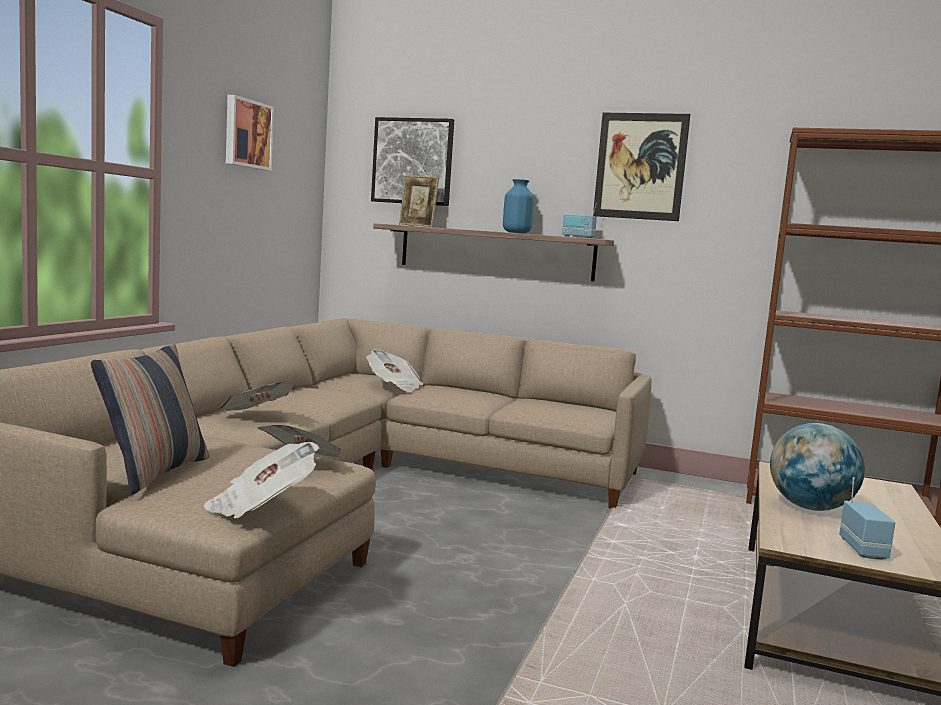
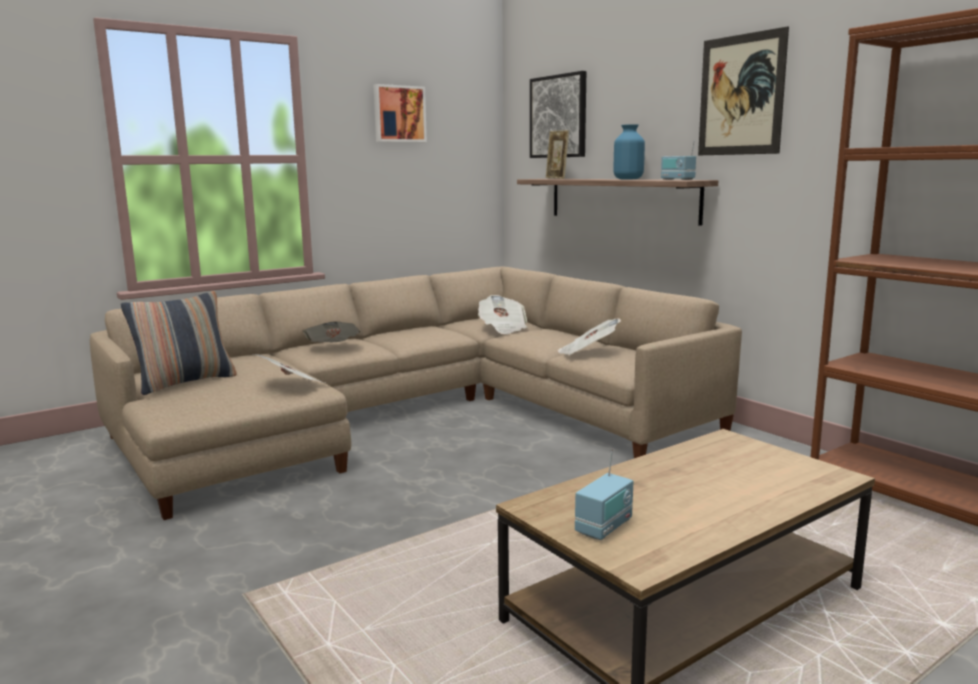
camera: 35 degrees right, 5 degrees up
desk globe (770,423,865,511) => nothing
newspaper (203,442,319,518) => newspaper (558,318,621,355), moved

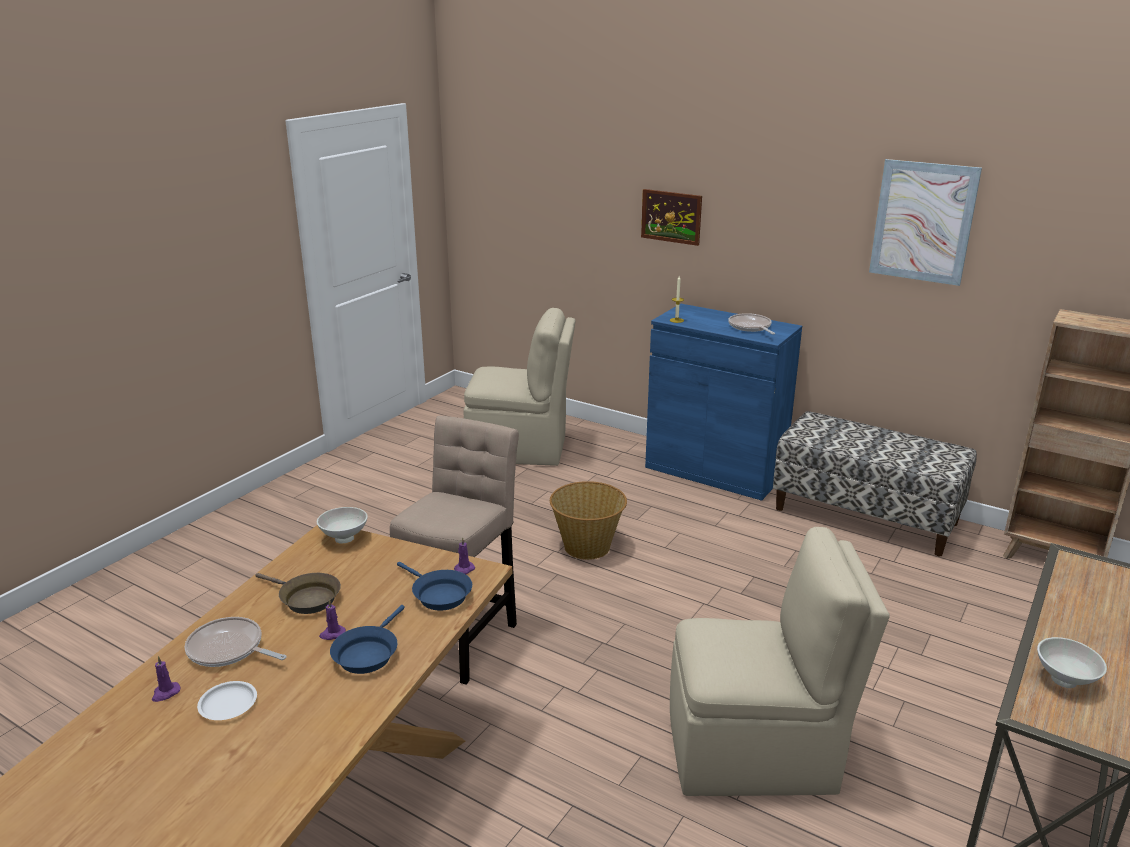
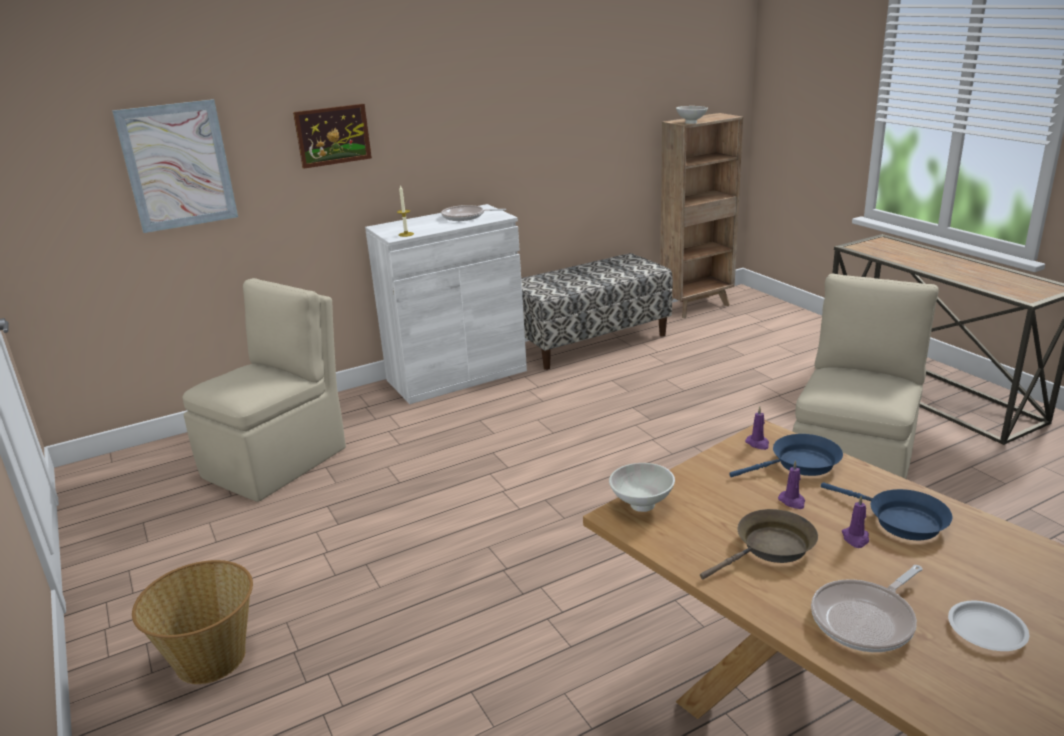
camera: 60 degrees left, 0 degrees up
wall art (869,159,982,286) => wall art (112,99,238,233), moved
blue-coloured cabinet (645,304,802,501) => whitish cabinet (365,204,527,404)
beige-coloured stool seat (390,416,519,685) => nothing
household basket (550,481,627,560) => household basket (132,560,253,684), moved
whitish serving bowl (1037,637,1107,688) => whitish serving bowl (676,106,708,124), moved
purple-coloured wax light (152,656,180,702) => purple-coloured wax light (778,460,805,509), moved

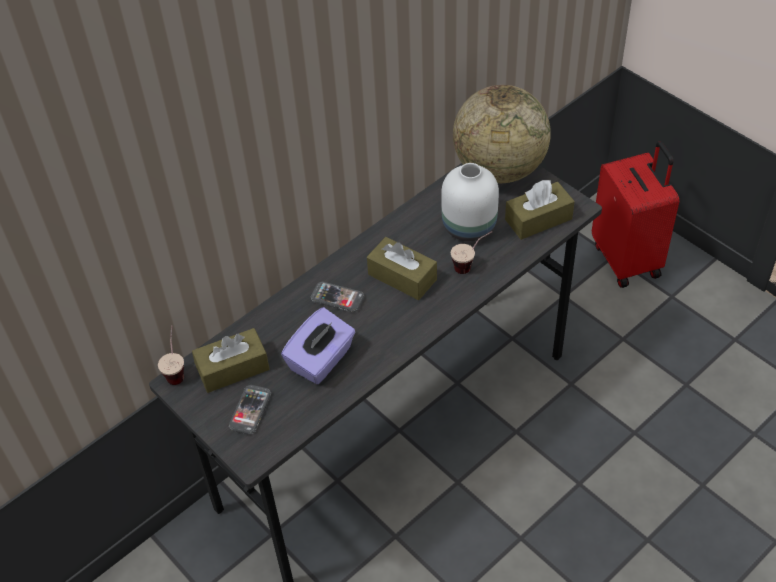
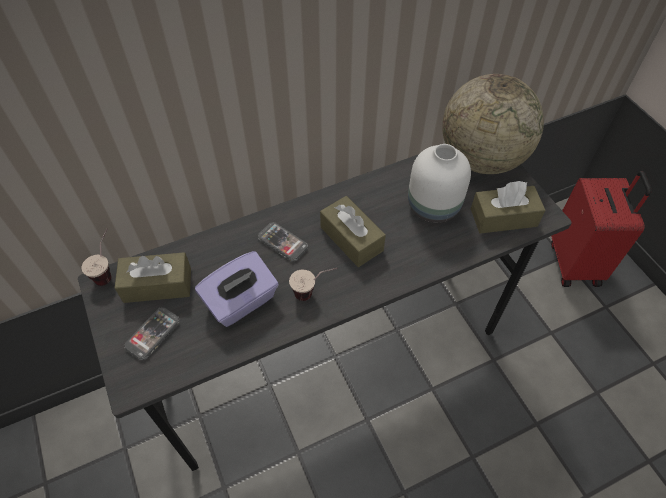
camera: 15 degrees right, 5 degrees up
cup (451,231,492,274) => cup (289,268,337,301), moved

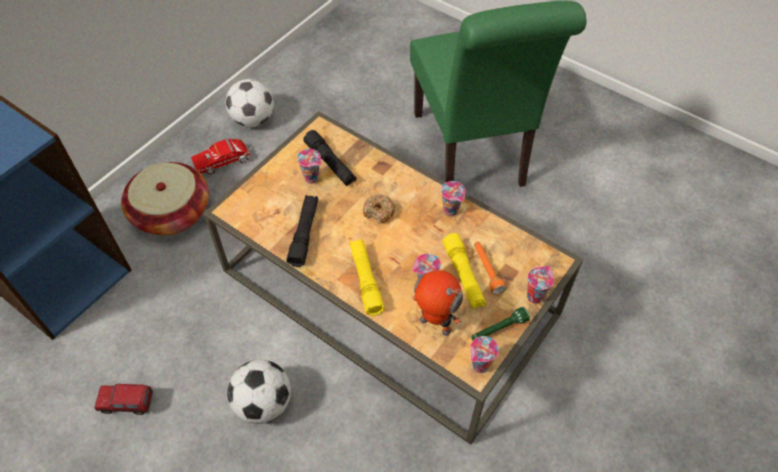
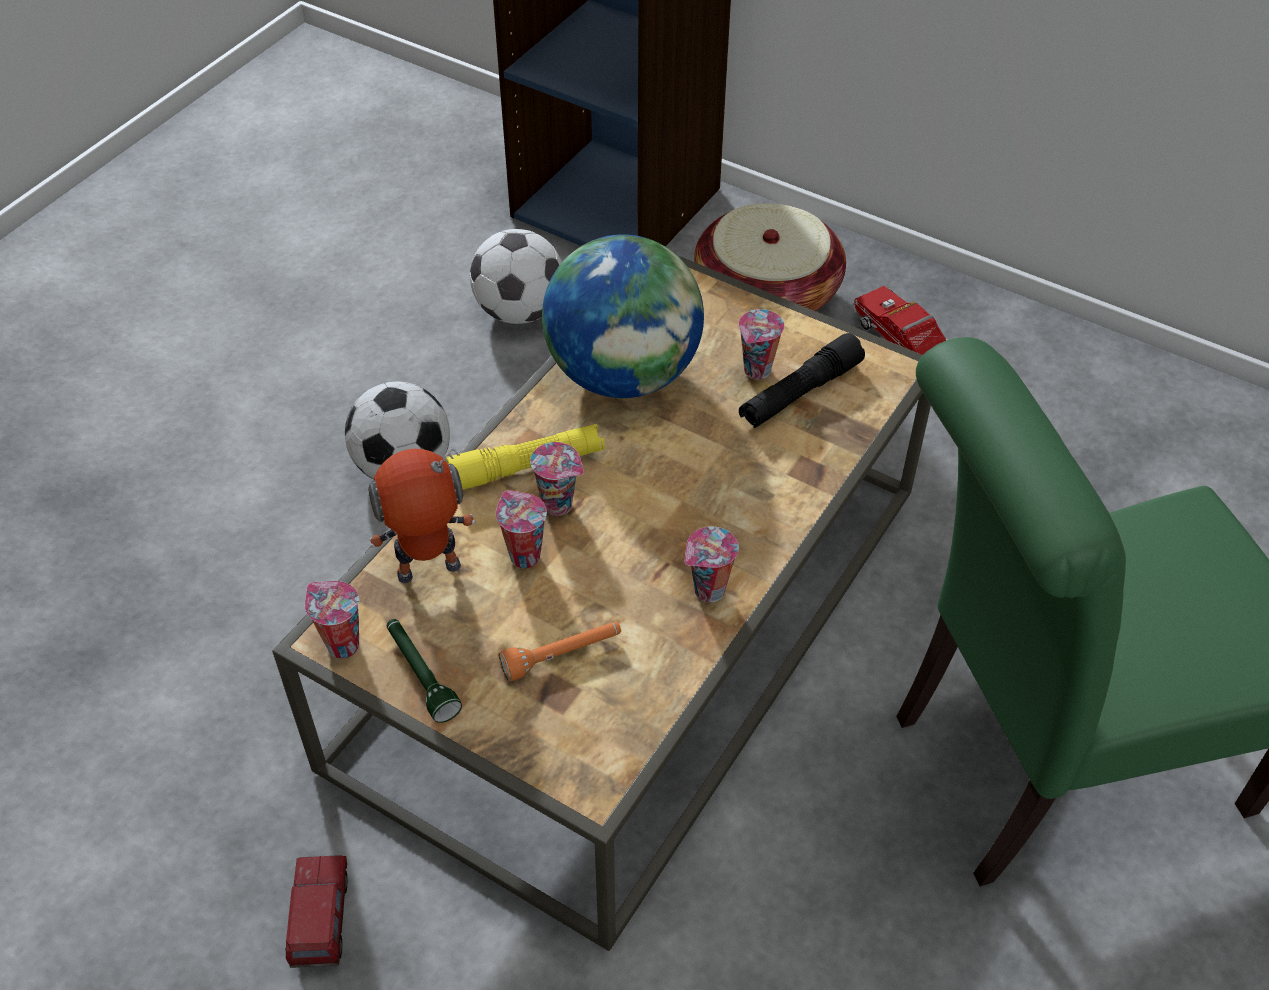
camera: 85 degrees right, 5 degrees down
football (225,79,274,127) => football (470,229,562,324), moved
doughnut (363,194,395,224) => nothing
black flashlight (286,195,318,267) => desk globe (542,234,704,398)
yellowish flashlight (443,233,486,310) => nothing
cup (527,266,554,304) => cup (530,442,584,516), moved
toy robot (412,270,463,336) => toy robot (368,449,475,583), 135 degrees counterclockwise
toy truck (94,384,153,415) => toy truck (285,855,347,968), moved

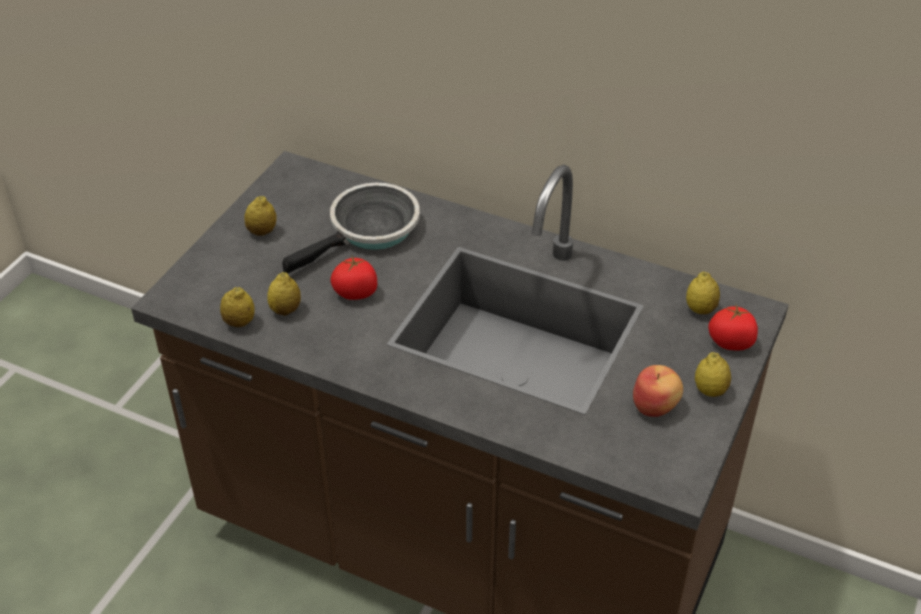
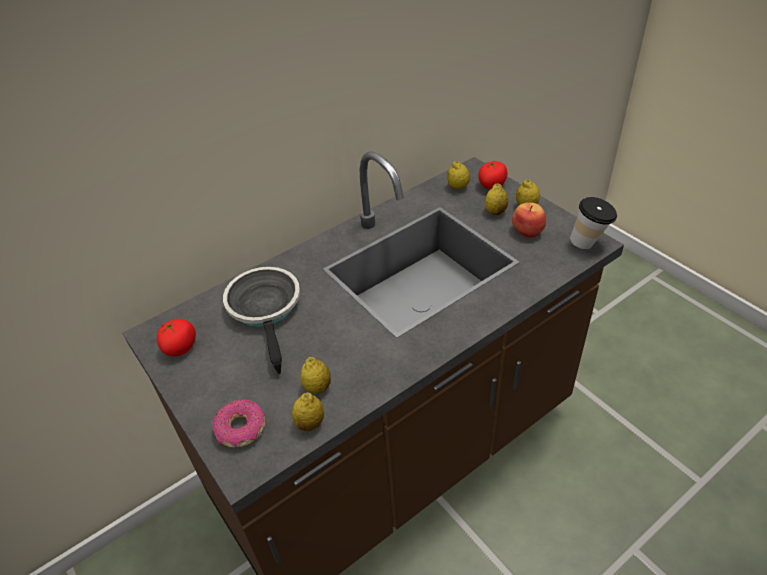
camera: 60 degrees left, 0 degrees up
whole lemon (244,196,277,236) => whole lemon (485,183,508,215), moved
tomato (330,255,377,300) => tomato (157,318,196,356), moved
nothing => cup (570,197,617,249)
nothing => doughnut (212,400,265,447)

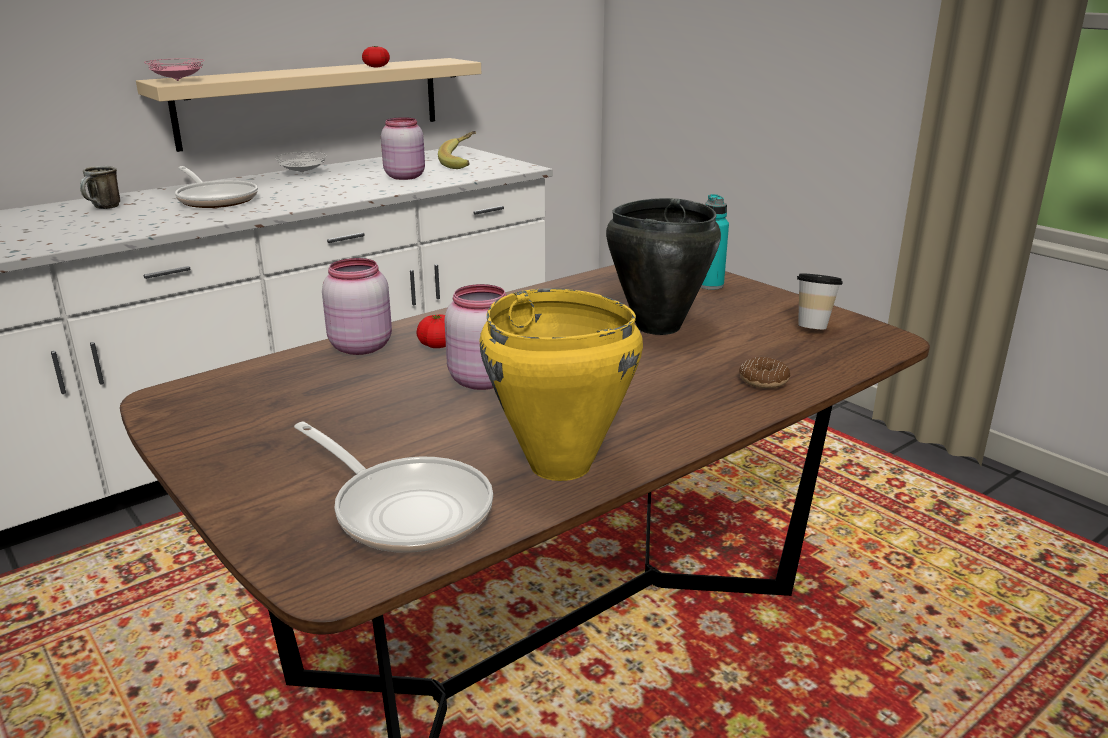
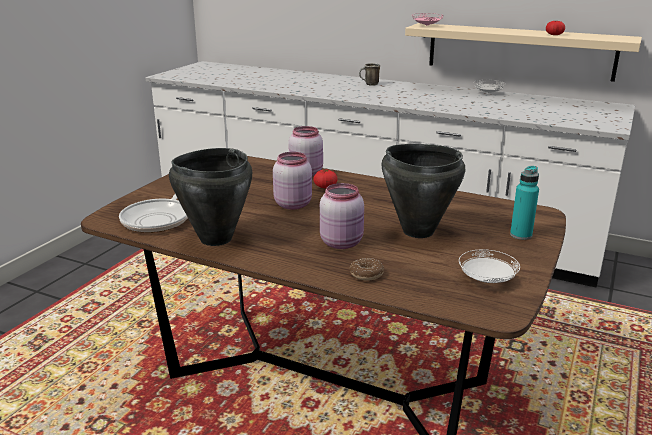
camera: 65 degrees right, 0 degrees up
pink-coloured storage jar (381,117,425,180) => pink-coloured storage jar (320,183,364,249), moved
banana fruit (438,131,476,169) => nothing
pan (175,166,258,208) => nothing
cup (797,273,843,329) => whitish flat dish (459,249,520,283)
yellowish saucepot (480,288,643,481) => black saucepot (169,148,253,246)

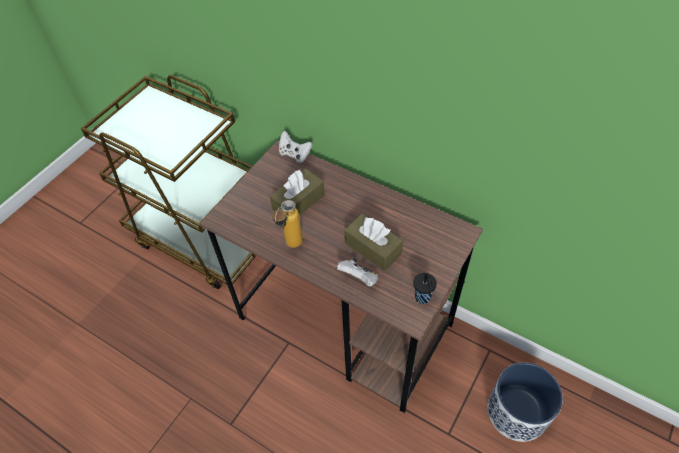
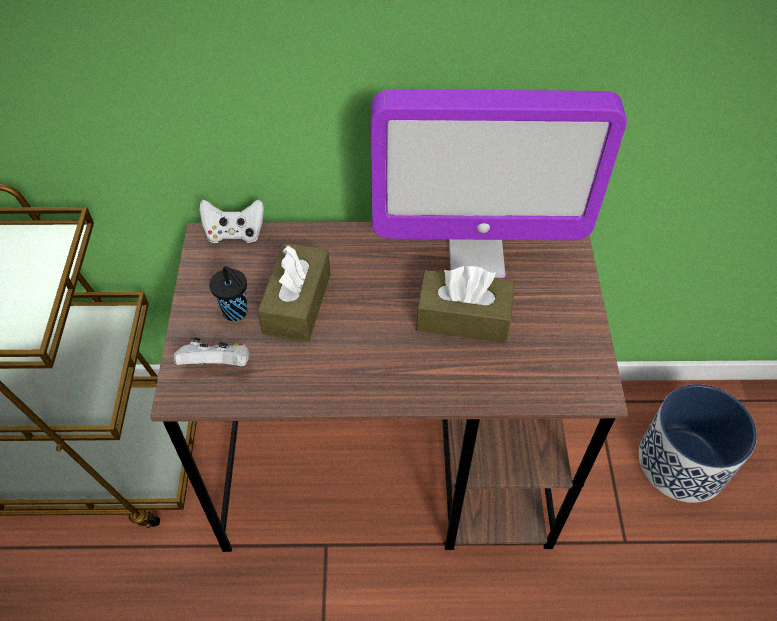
camera: 35 degrees left, 0 degrees up
drink bottle (272,200,302,248) => nothing
whitish joypad (337,258,378,287) => whitish joypad (174,338,249,366), moved
black cup (414,273,437,304) => black cup (209,266,248,321), moved
nothing => computer display (371,89,627,278)

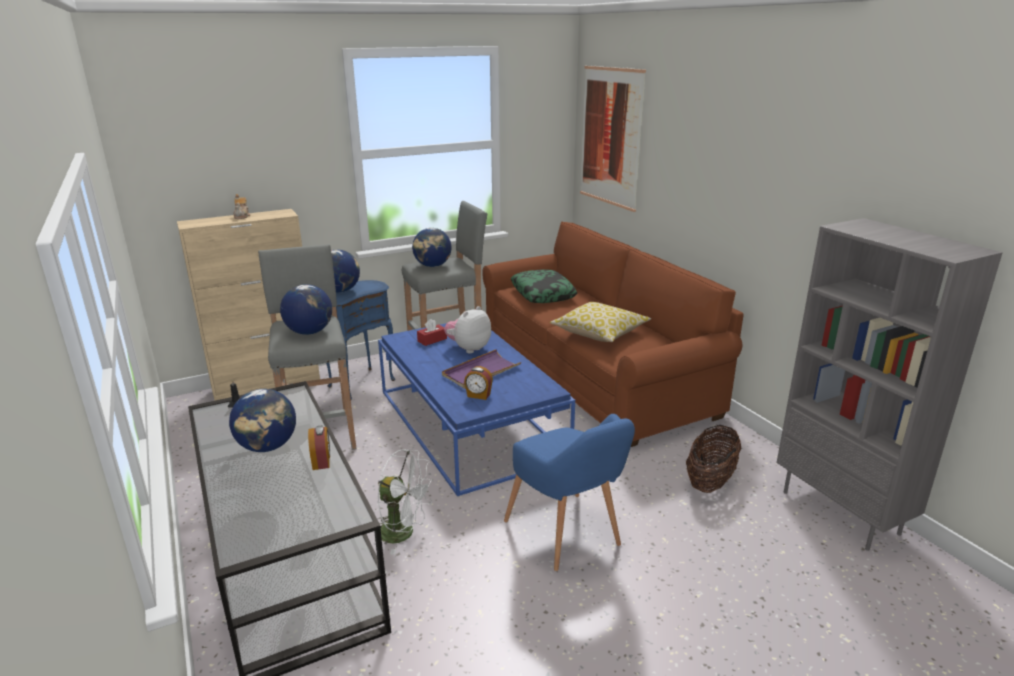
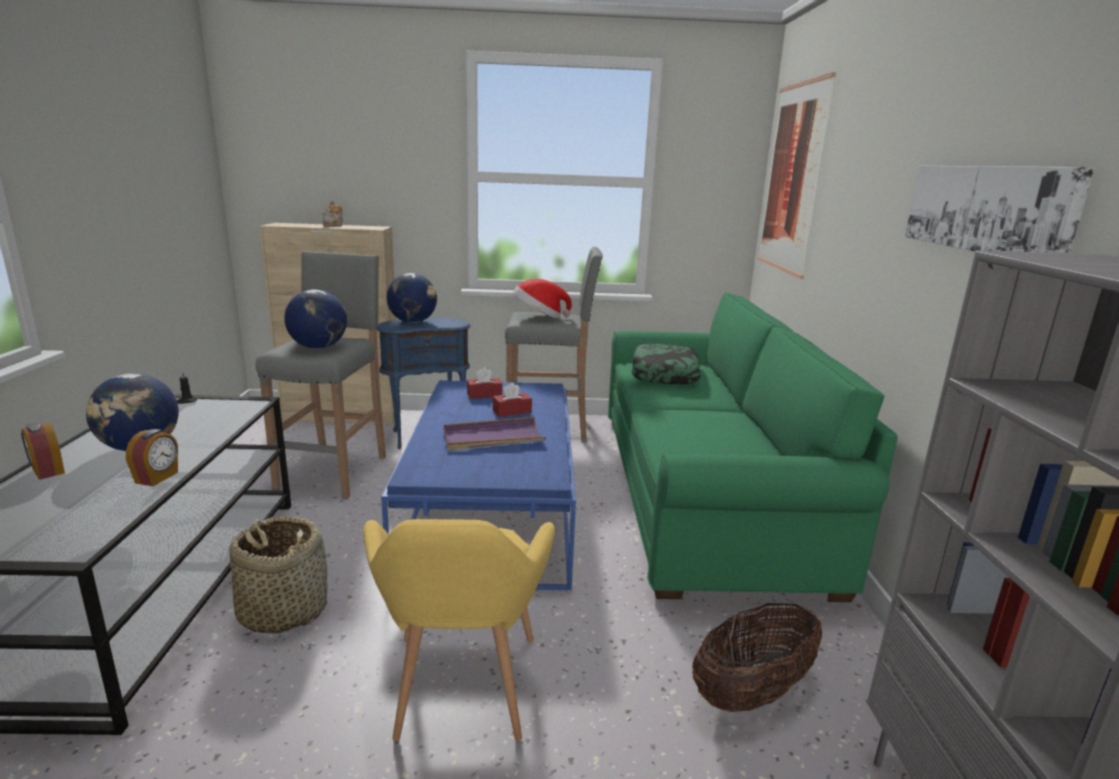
camera: 25 degrees right, 5 degrees down
brown-coloured couch (482,222,743,447) => green couch (608,292,898,602)
desk globe (412,228,451,267) => wearable hat (513,279,572,319)
cushion (550,302,651,342) => nothing
soft toy (444,306,491,354) => red tissue holder (493,383,532,417)
bedside clock (464,366,493,400) => bedside clock (21,423,65,480), moved
blue-coloured lounge chair (504,414,635,571) => yellowish lounge chair (363,519,555,741)
whitish electric fan (378,449,434,555) => household basket (229,516,327,634)
nothing => wall art (905,166,1095,253)

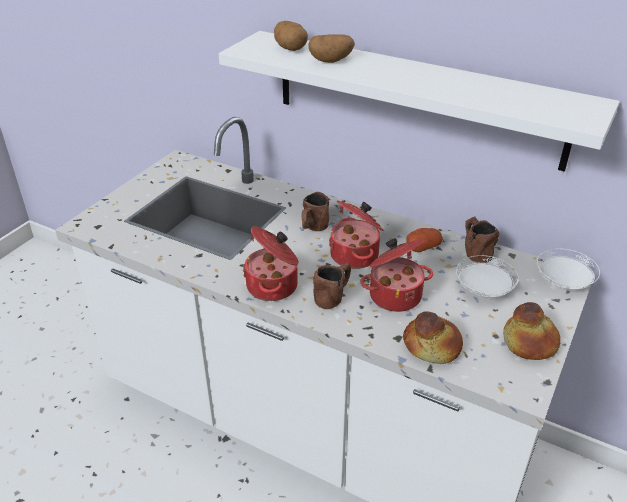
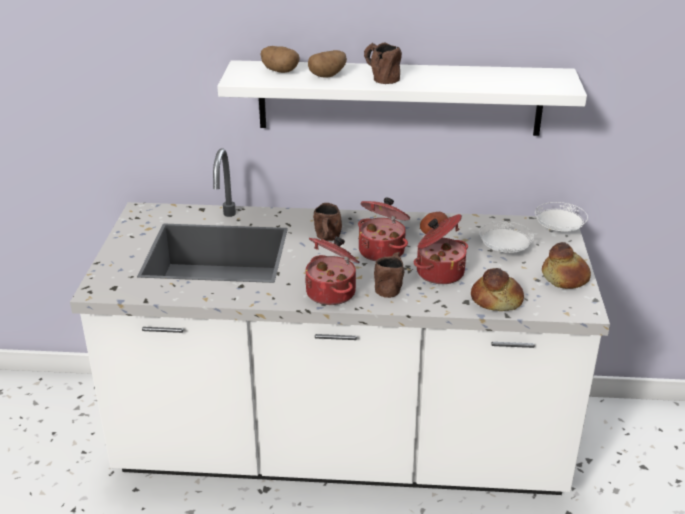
camera: 25 degrees left, 5 degrees down
brown-coloured coffee mug (465,216,499,263) => brown-coloured coffee mug (364,43,402,84), moved

